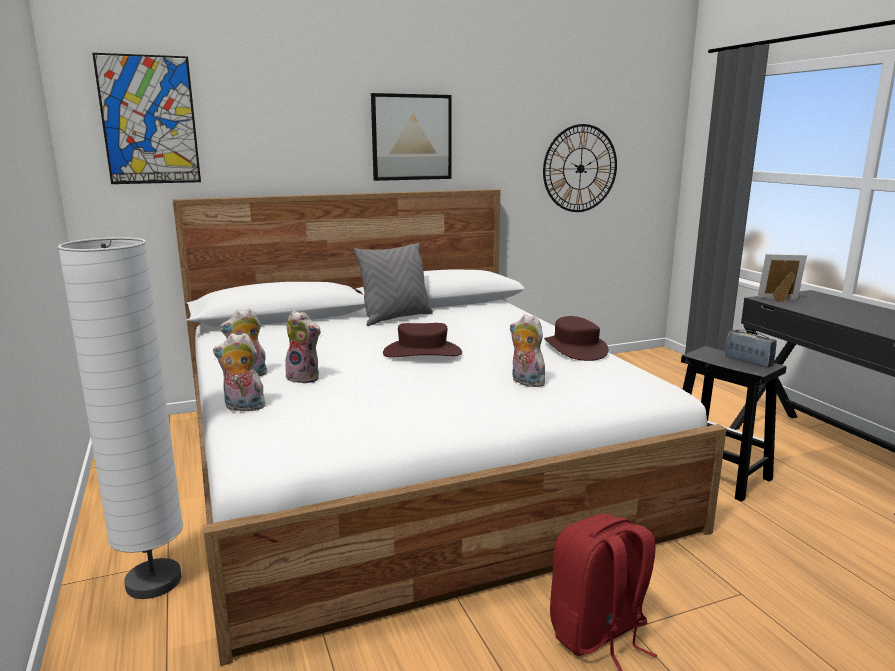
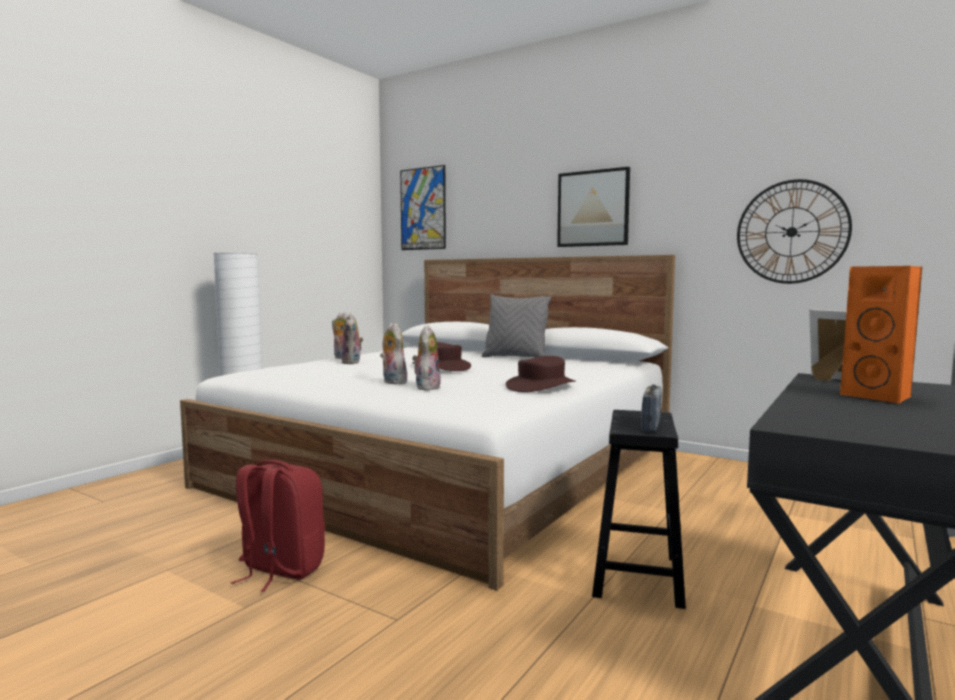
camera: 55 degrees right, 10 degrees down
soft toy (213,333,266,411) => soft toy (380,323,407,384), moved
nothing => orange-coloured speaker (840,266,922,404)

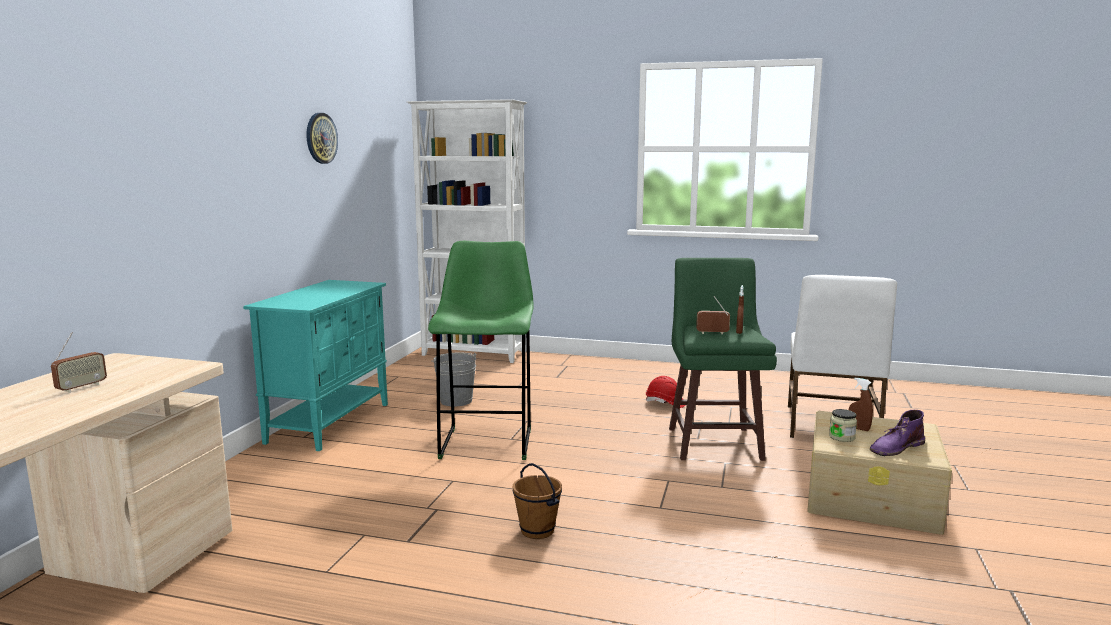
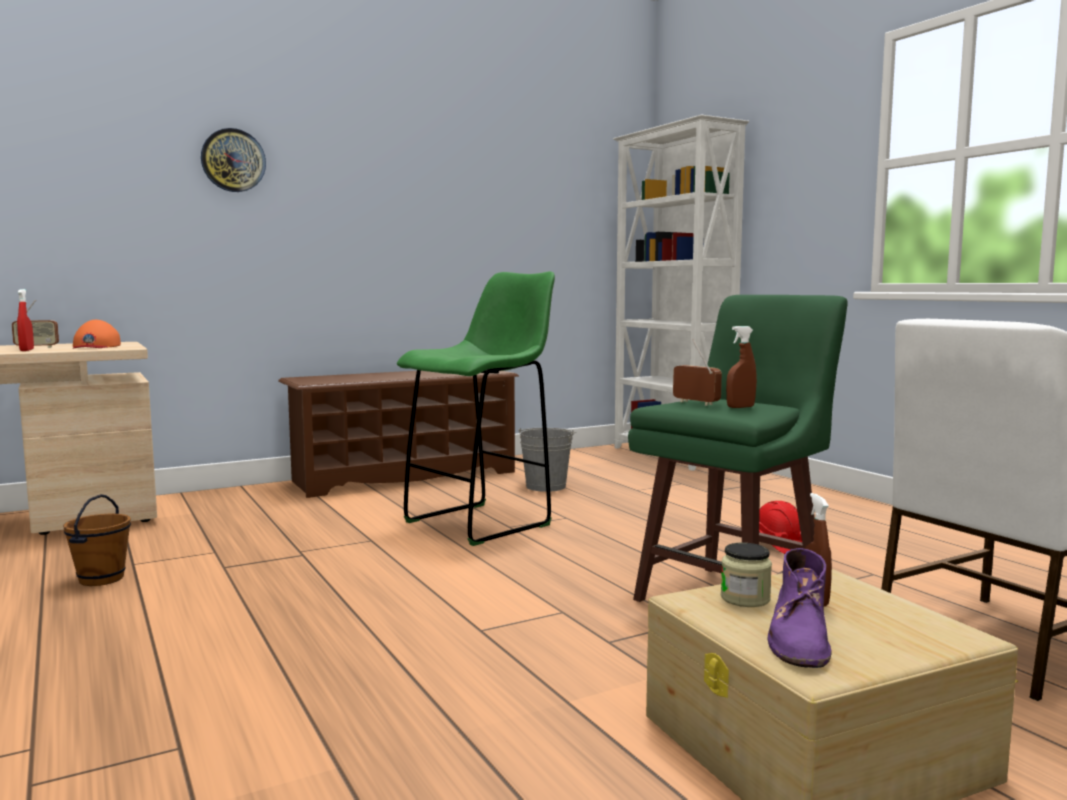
camera: 45 degrees right, 5 degrees down
clock on the wall (307,113,338,164) => clock on the wall (201,128,266,192), moved
turquoise-coloured cabinet (243,280,388,451) => brown-coloured shoe stand (278,371,519,498)
purple-coloured high-top boot (870,410,925,456) => purple-coloured high-top boot (767,548,832,668), 90 degrees counterclockwise
brown-coloured bucket (512,463,562,539) => brown-coloured bucket (63,494,131,586), moved
nothing => red sprayer (17,289,34,351)
nothing => orange-coloured peaked cap (73,320,121,349)

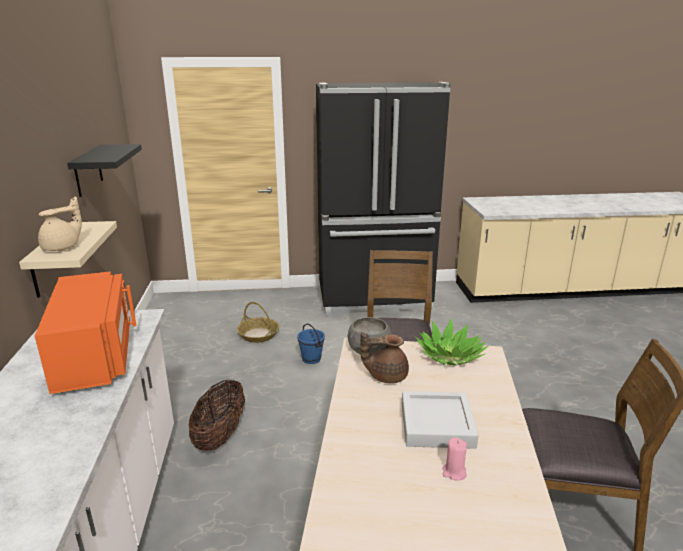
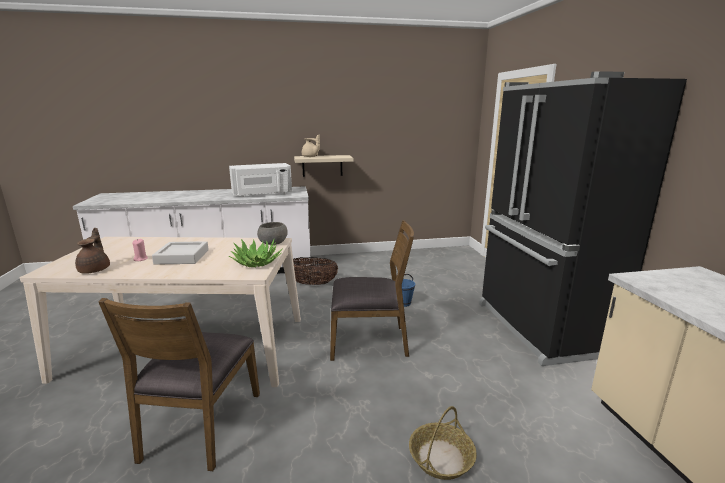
camera: 85 degrees right, 5 degrees down
black bracket shelf (67,144,142,197) => nothing
orange-coloured microwave oven (35,272,137,394) => whitish microwave oven (229,163,292,197)
household basket (237,302,279,343) => household basket (409,406,477,480), moved
brown-coloured pot for tea (360,332,409,383) => brown-coloured pot for tea (75,228,110,274), moved

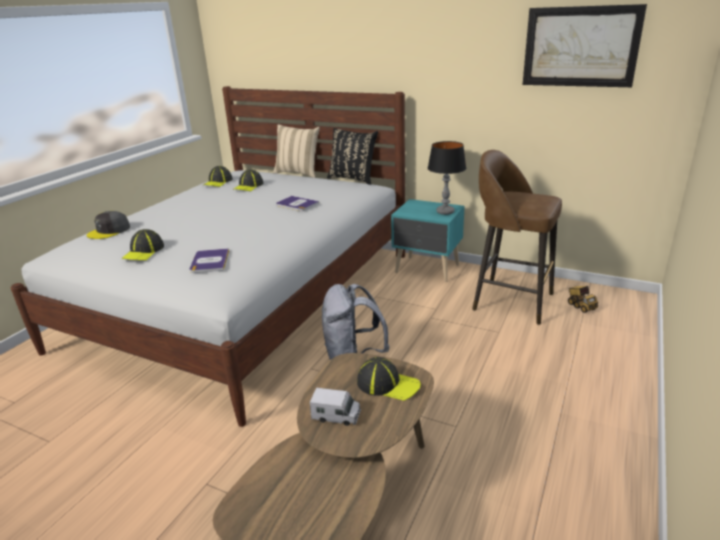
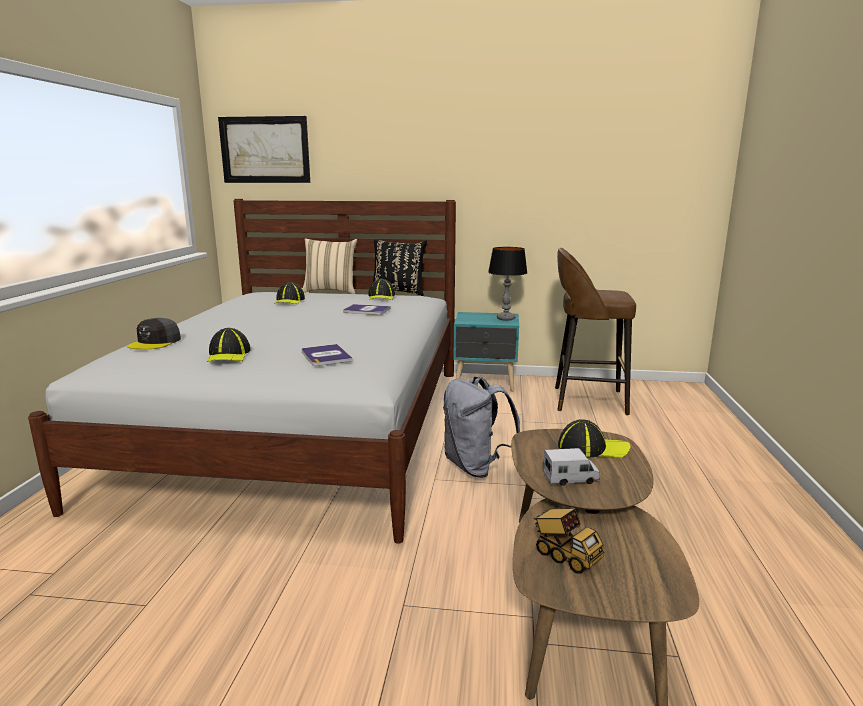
camera: 20 degrees left, 10 degrees down
wall art (523,4,647,87) => wall art (218,116,310,183), moved
peaked cap (204,166,233,187) => peaked cap (368,279,395,300), moved
toy truck (568,286,598,313) => toy truck (534,509,604,574), moved

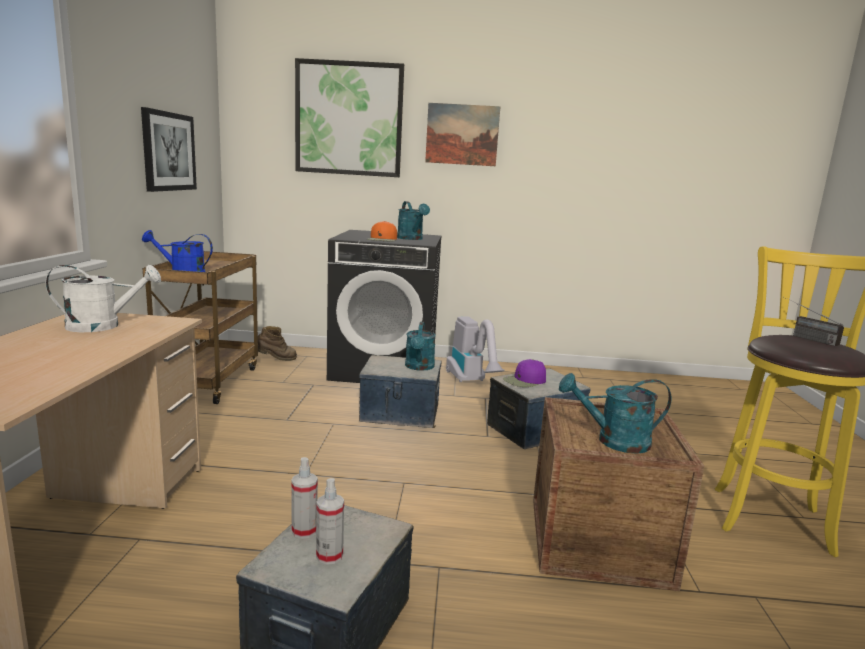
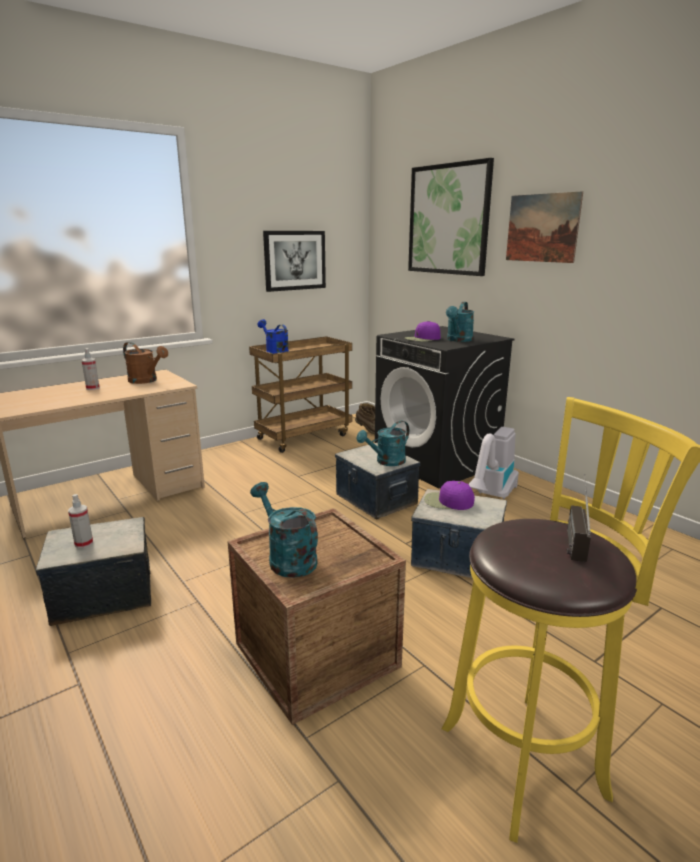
camera: 50 degrees right, 5 degrees up
orange-coloured peaked cap (366,221,397,242) => purple-coloured peaked cap (405,321,441,342)
whitish watering pot (46,265,161,332) => brown-coloured watering pot (123,342,168,384)
sprayer (291,457,318,539) => sprayer (81,348,100,390), moved

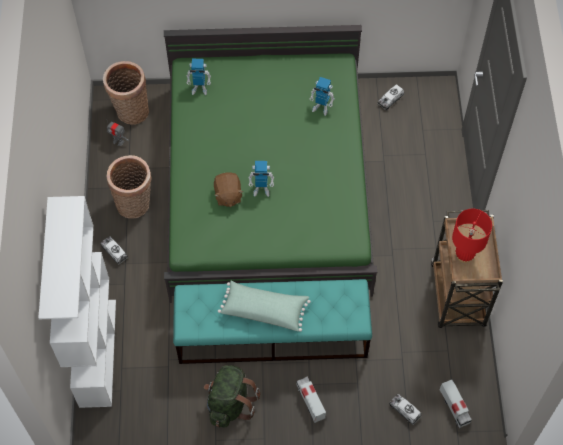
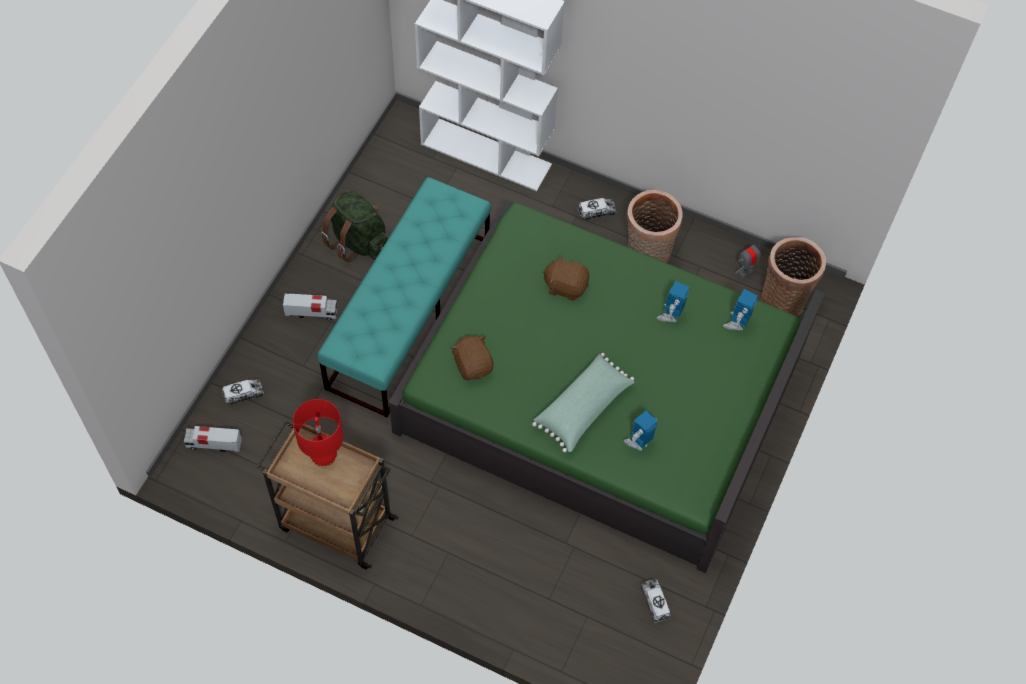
camera: 115 degrees right, 0 degrees up
toy robot (248,161,274,197) => toy robot (657,281,690,322), moved
green cushion (218,281,311,332) => green cushion (532,353,635,452), moved
nothing => brown-coloured soft toy (450,336,494,380)

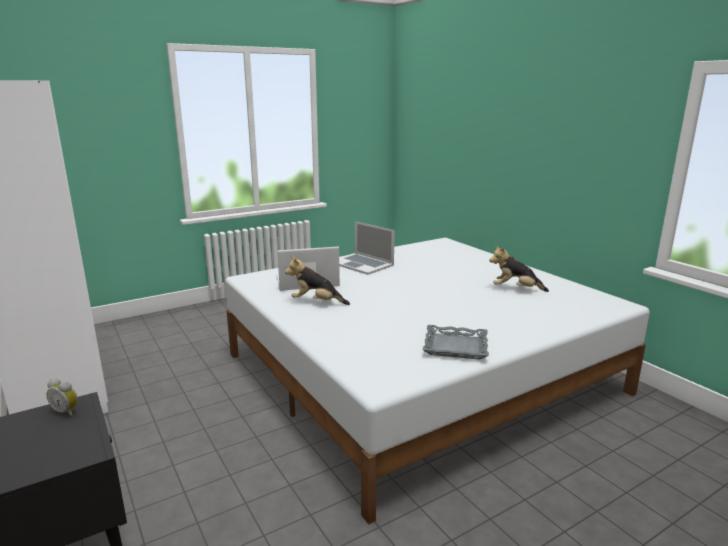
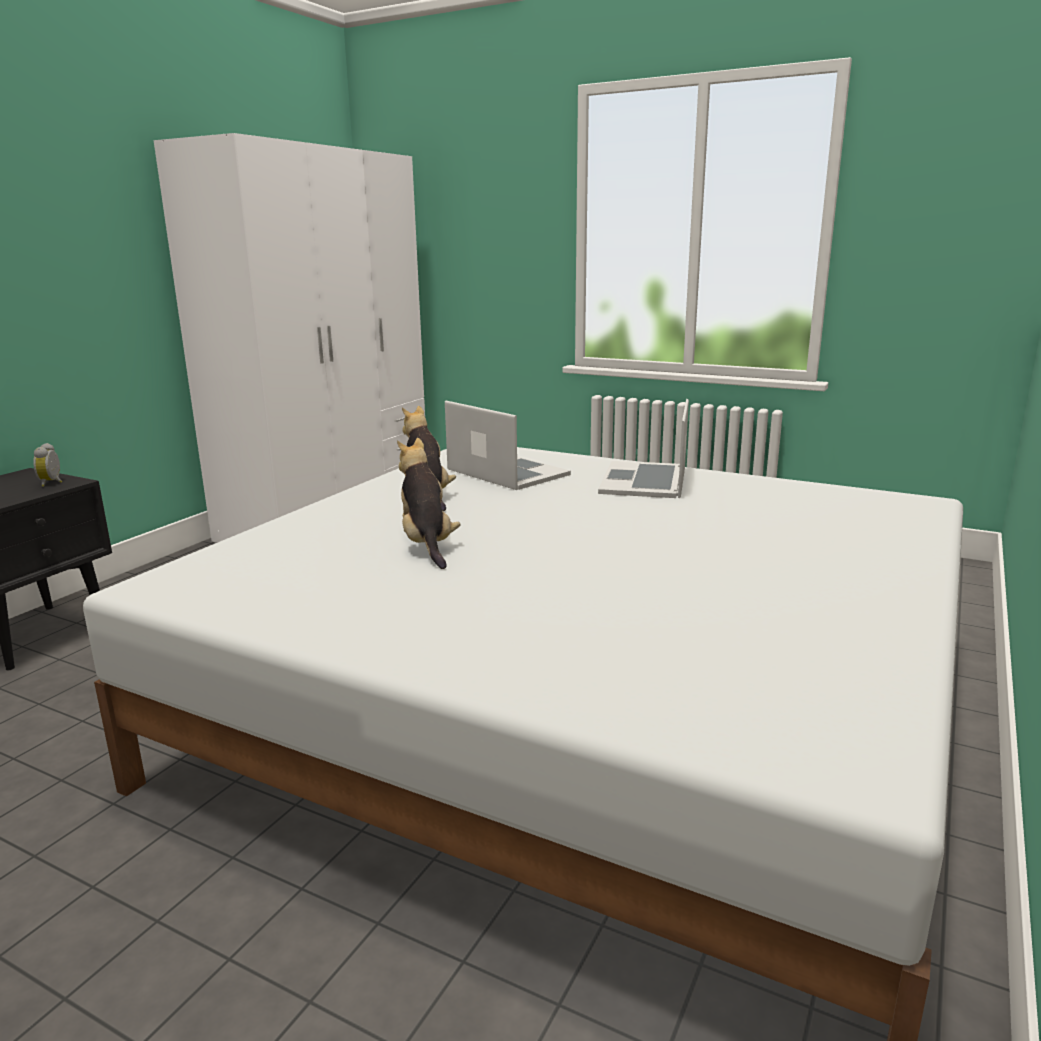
camera: 60 degrees right, 0 degrees up
soft toy (489,245,549,292) => soft toy (397,438,461,569), moved
grey serving tray (422,325,489,360) => nothing

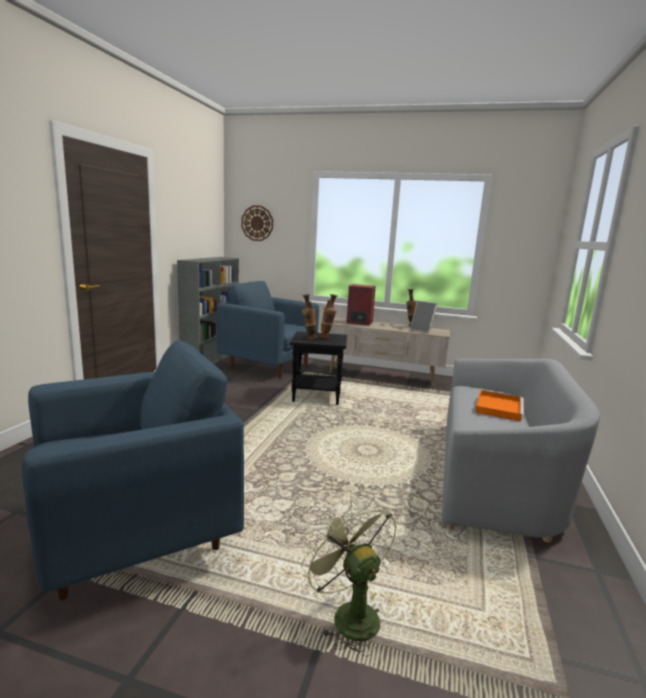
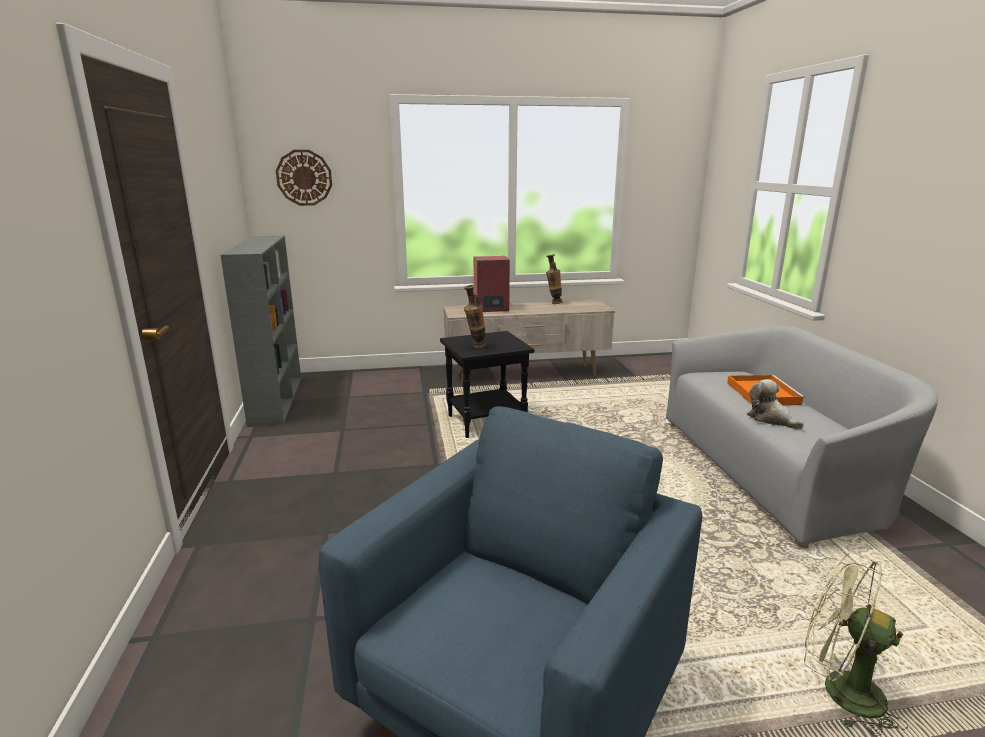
camera: 25 degrees left, 5 degrees up
blue-coloured lounge chair (217,281,319,378) => nothing
flower vase (320,294,337,339) => nothing
photo frame (410,300,437,333) => nothing
nothing => soft toy (747,379,804,429)

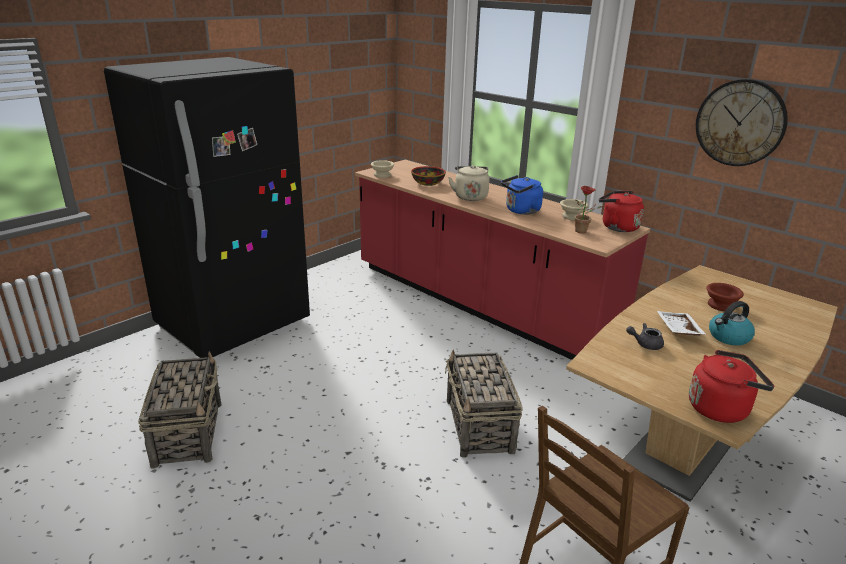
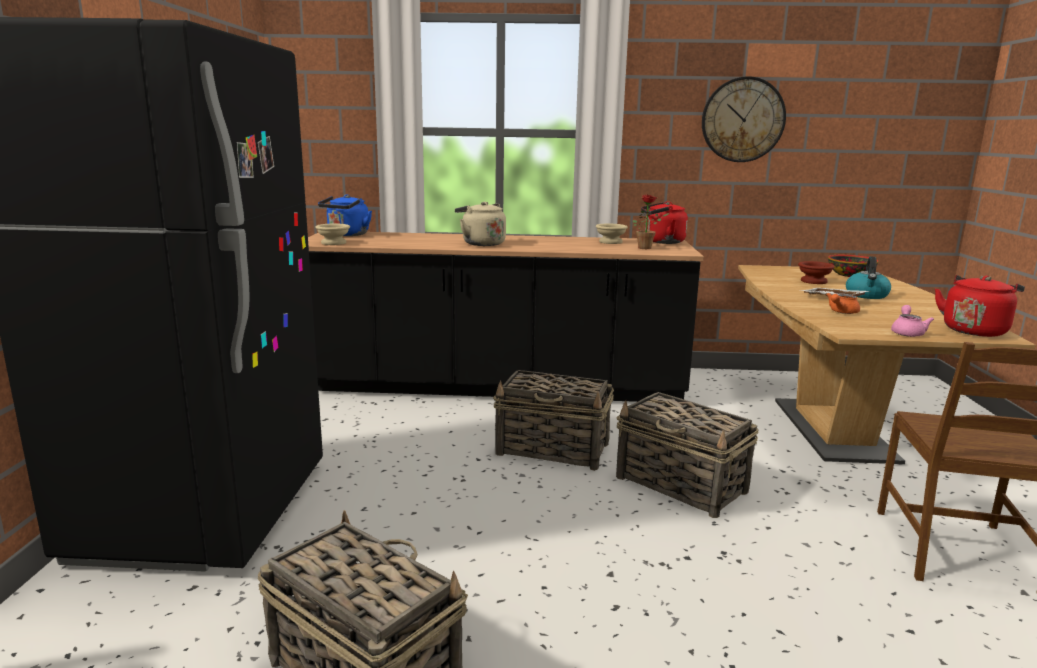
camera: 40 degrees left, 10 degrees down
red kitchen counter (355,159,650,360) => black kitchen counter (308,232,704,402)
serving bowl (411,166,446,186) => serving bowl (828,255,878,277), moved
blue-coloured kettle (501,175,543,215) => blue-coloured kettle (318,195,372,236), moved
grey pot for tea (626,323,664,350) => orange-coloured pot for tea (826,293,860,314)
nothing => pink-coloured pot for tea (891,305,934,337)
nothing => household basket (493,370,614,471)

